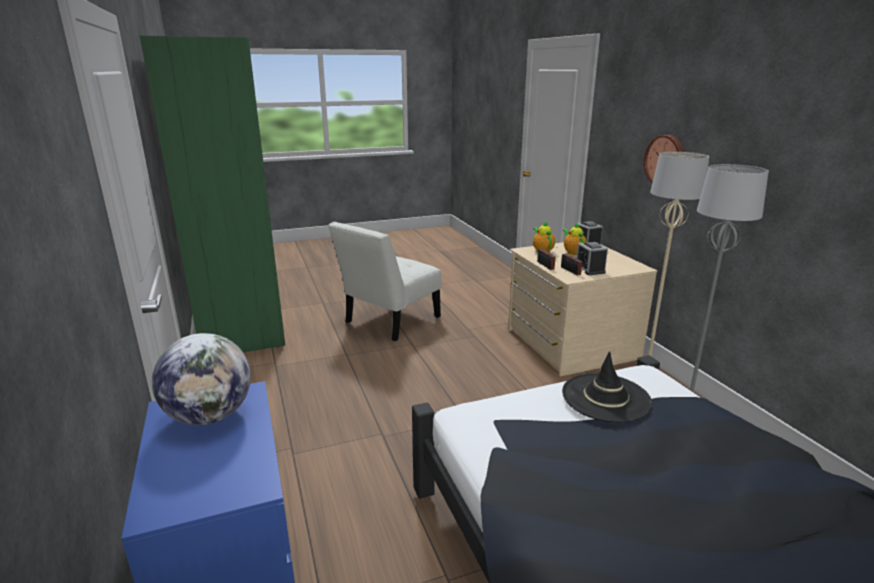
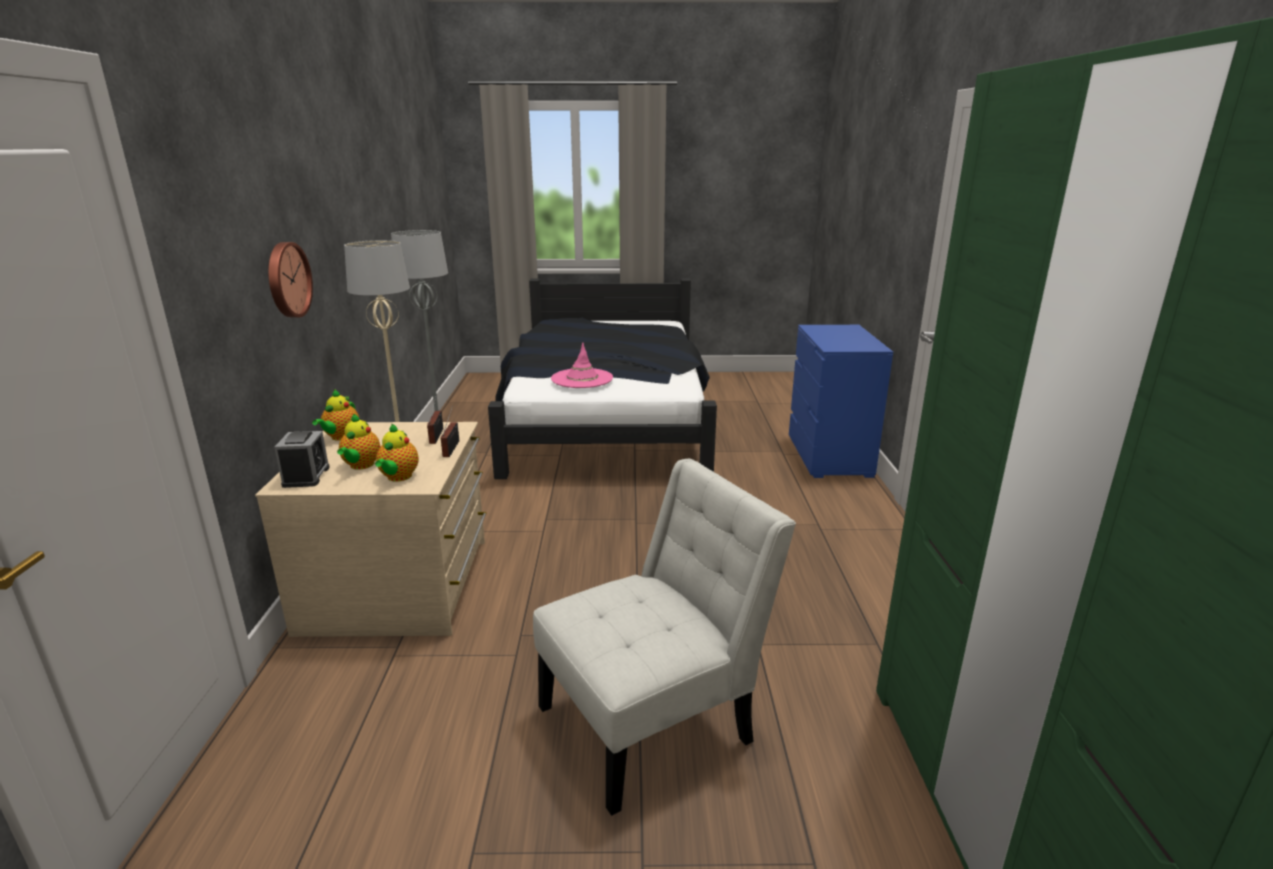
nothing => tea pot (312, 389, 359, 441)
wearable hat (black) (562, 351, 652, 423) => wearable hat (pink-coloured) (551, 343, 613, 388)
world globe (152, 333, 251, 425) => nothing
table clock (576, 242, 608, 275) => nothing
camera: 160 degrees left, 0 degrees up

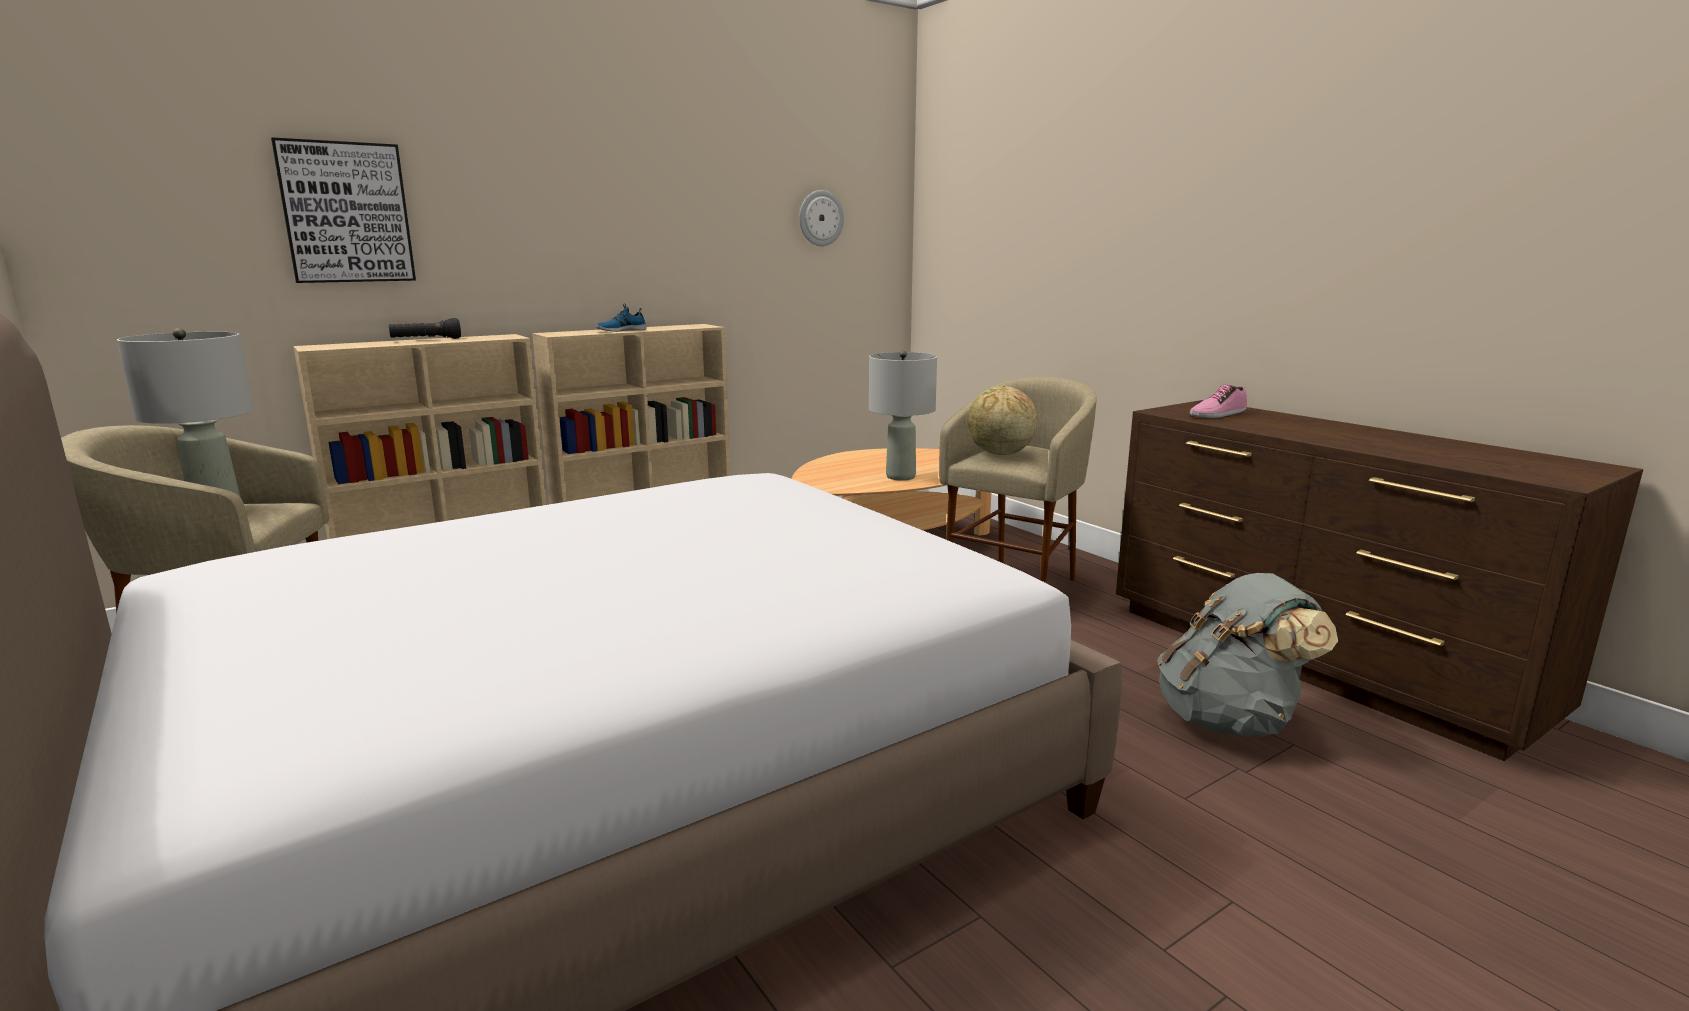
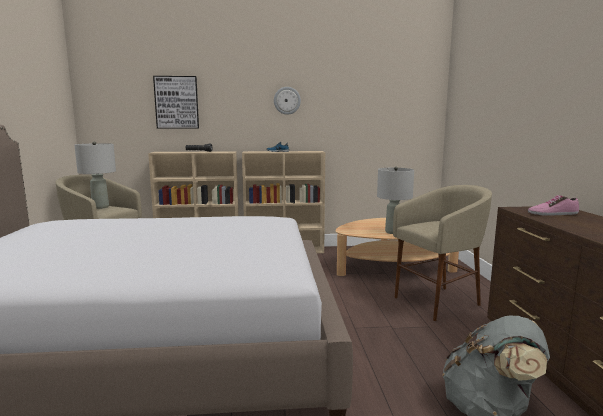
hanging clock (799, 190, 844, 246) => hanging clock (274, 87, 301, 115), move
world globe (967, 386, 1038, 455) => nothing
camera: 30 degrees right, 5 degrees down

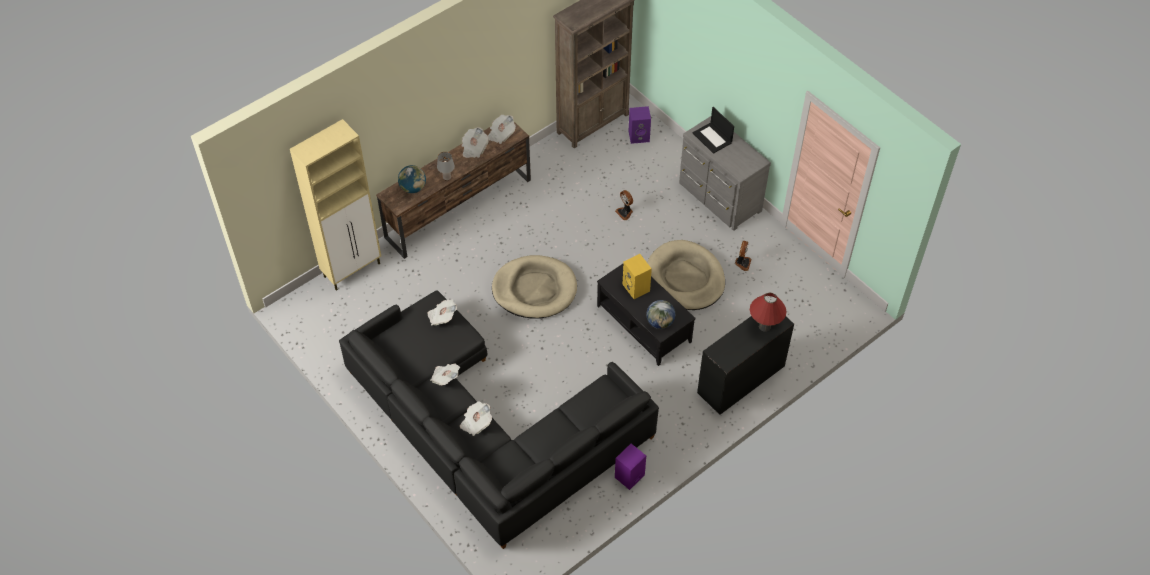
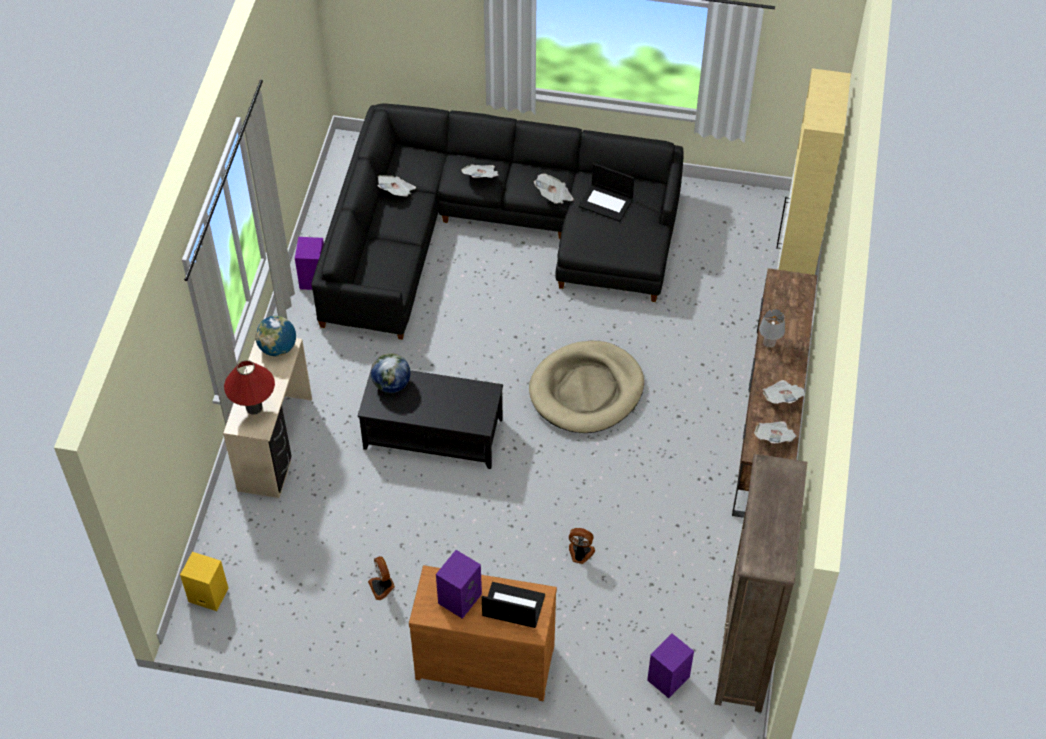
audio speaker (yellowish) (623, 254, 652, 299) => audio speaker (yellowish) (180, 552, 228, 611), move
desk (black) (697, 316, 794, 415) => desk (sand-coloured) (223, 338, 312, 498)
world globe (398, 165, 426, 193) => world globe (255, 316, 296, 356), move
printed paper (427, 300, 457, 326) => printed paper (378, 175, 416, 197), move
chest of drawers (grey) (679, 116, 771, 231) => chest of drawers (brown) (409, 565, 557, 701)
nothing => audio speaker (purple) (436, 550, 482, 619)
nothing => portable computer (579, 163, 634, 222)
dog bed (sand-coloured) (647, 240, 725, 310) => nothing
camera: 140 degrees right, 0 degrees up

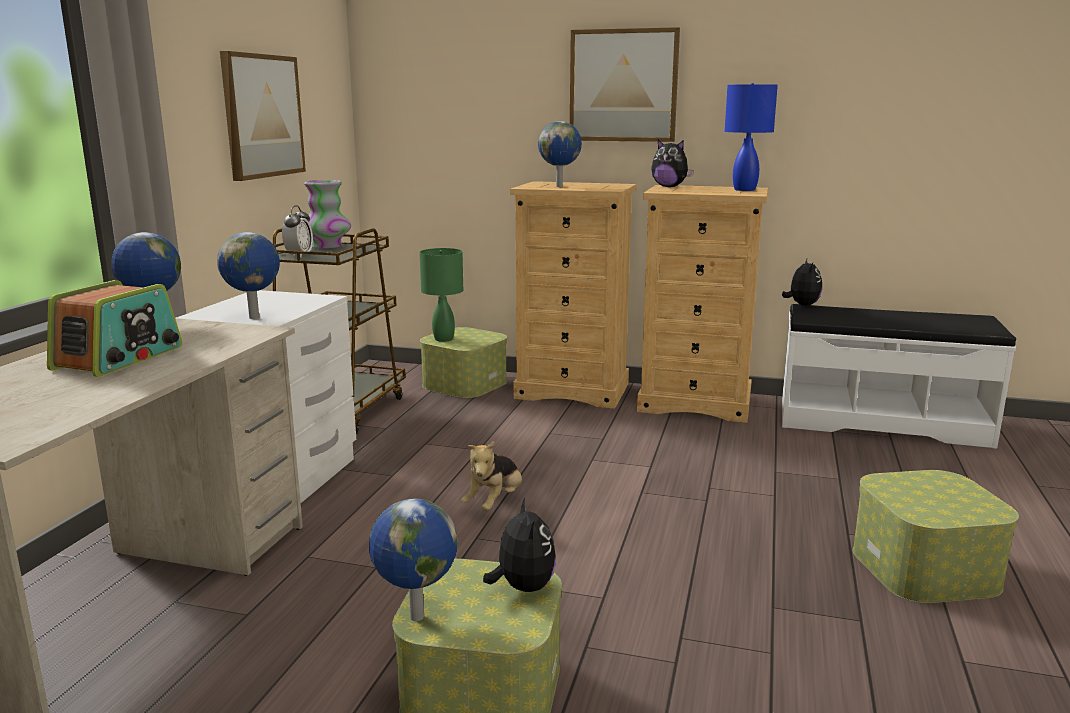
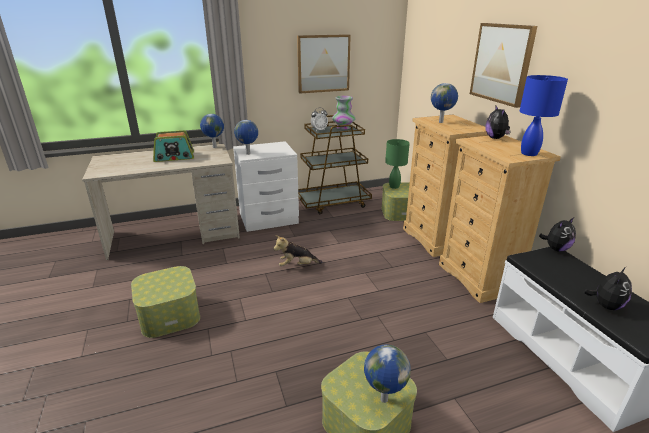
world globe (369, 499, 458, 621) => world globe (364, 344, 411, 403), move
soft toy (483, 498, 556, 592) => soft toy (584, 267, 632, 310), move
camera: 55 degrees right, 10 degrees up

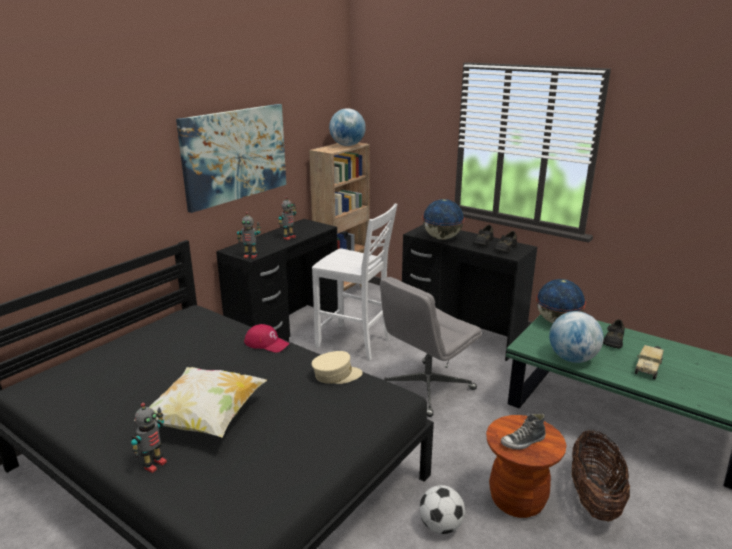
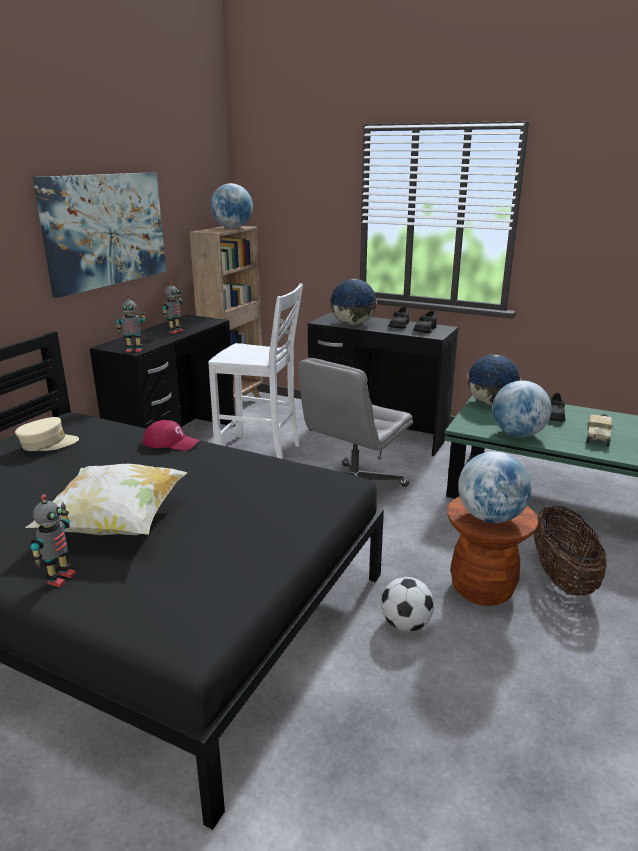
cap (sand-coloured) (312, 351, 363, 384) => cap (sand-coloured) (15, 417, 79, 451), move
item of footwear (501, 413, 546, 450) => world globe (458, 451, 532, 523)
camera: 10 degrees left, 0 degrees up

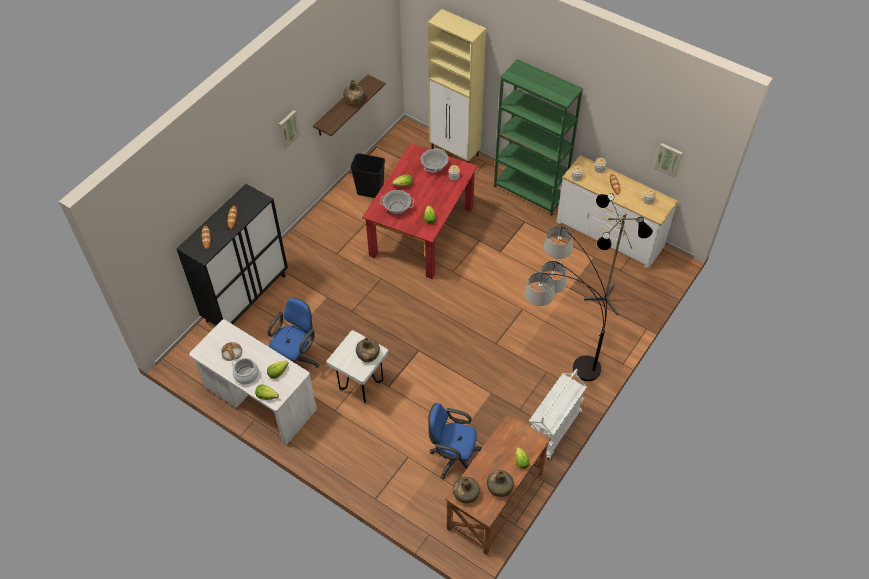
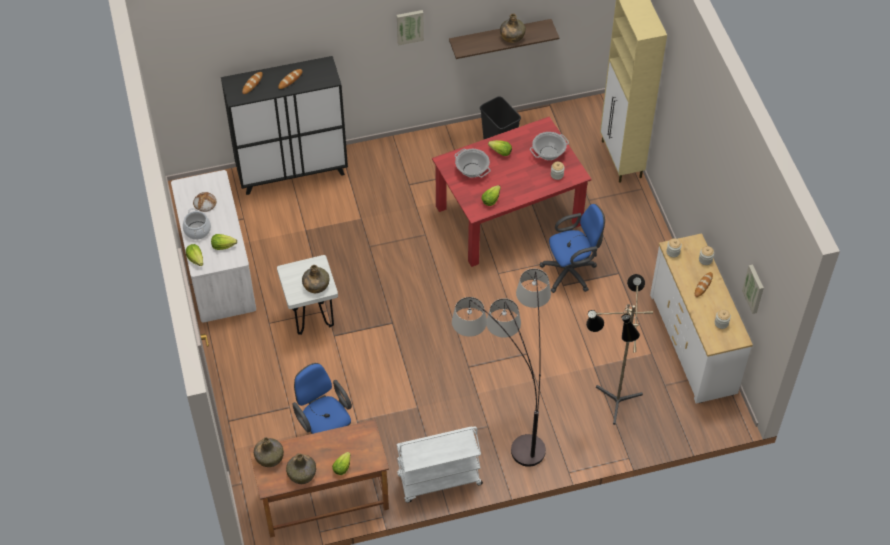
office chair (bluish) (267, 297, 320, 368) => office chair (bluish) (539, 204, 605, 293), move
bookcase (green) (494, 59, 583, 216) => nothing
camera: 40 degrees right, 0 degrees up

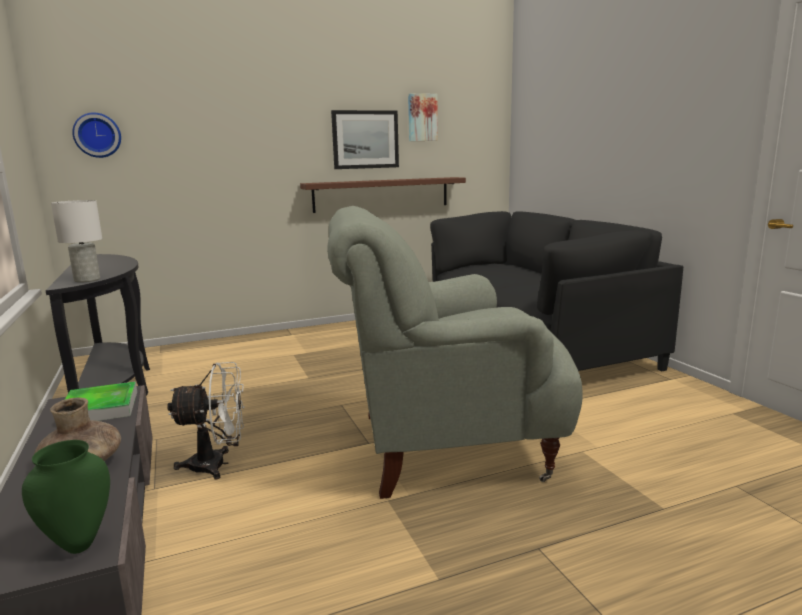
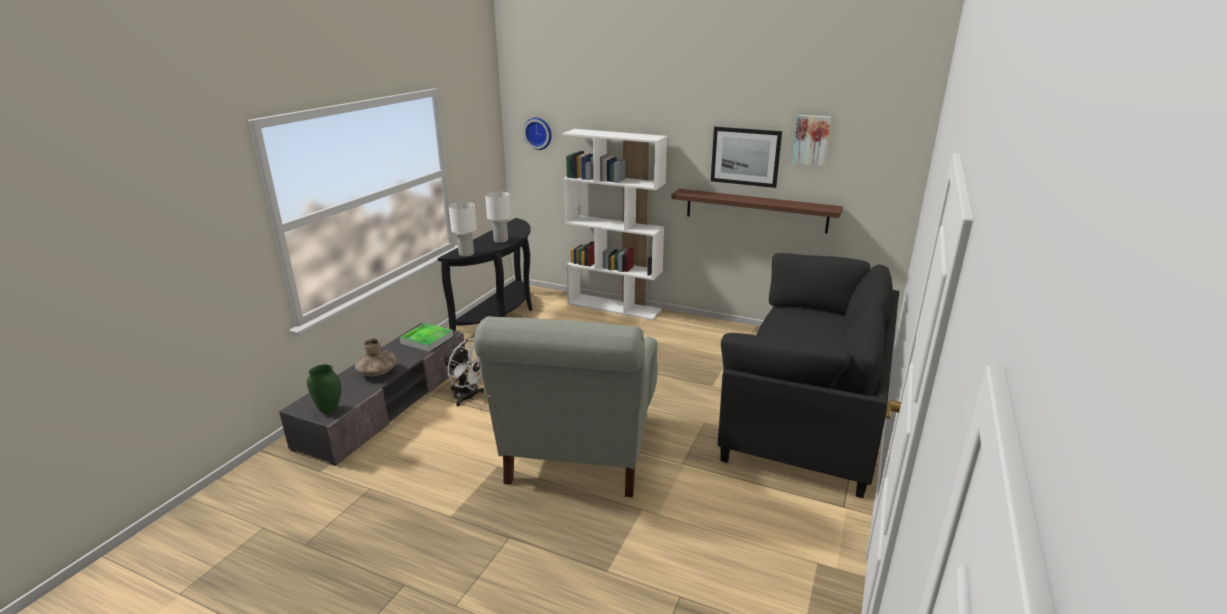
easy chair (grey) (327, 206, 582, 499) => easy chair (grey) (473, 316, 658, 497), 120 degrees counterclockwise
nothing => table lamp (white-coloured) (485, 191, 511, 243)
nothing => bookcase (white-coloured) (562, 129, 667, 320)
camera: 45 degrees right, 10 degrees up

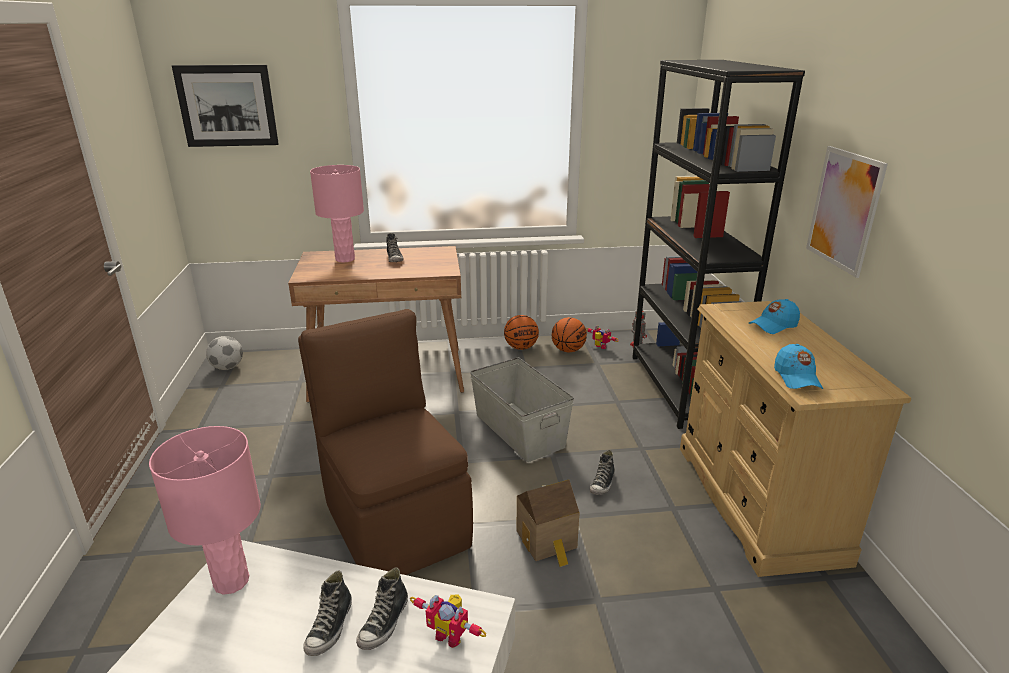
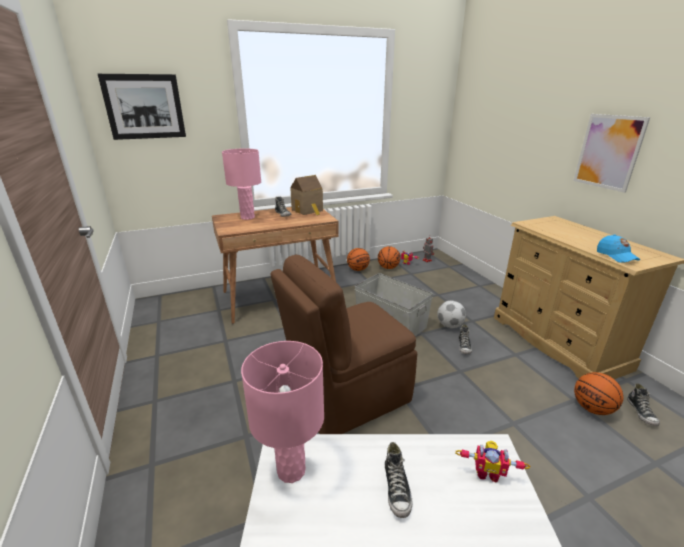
upright chair (brown) (298, 309, 473, 575) => upright chair (brown) (270, 255, 417, 434), 75 degrees counterclockwise
miniature house (516, 480, 579, 567) => miniature house (290, 175, 323, 215), move
football (206, 336, 243, 370) => football (437, 301, 466, 328), move
nothing => ball for basketball (574, 372, 624, 415)
item of footwear (356, 567, 408, 650) => item of footwear (627, 383, 660, 426), move
bookcase (black) (632, 60, 805, 429) => nothing
cap (bluish) (749, 299, 800, 334) => nothing
camera: 15 degrees left, 0 degrees up

